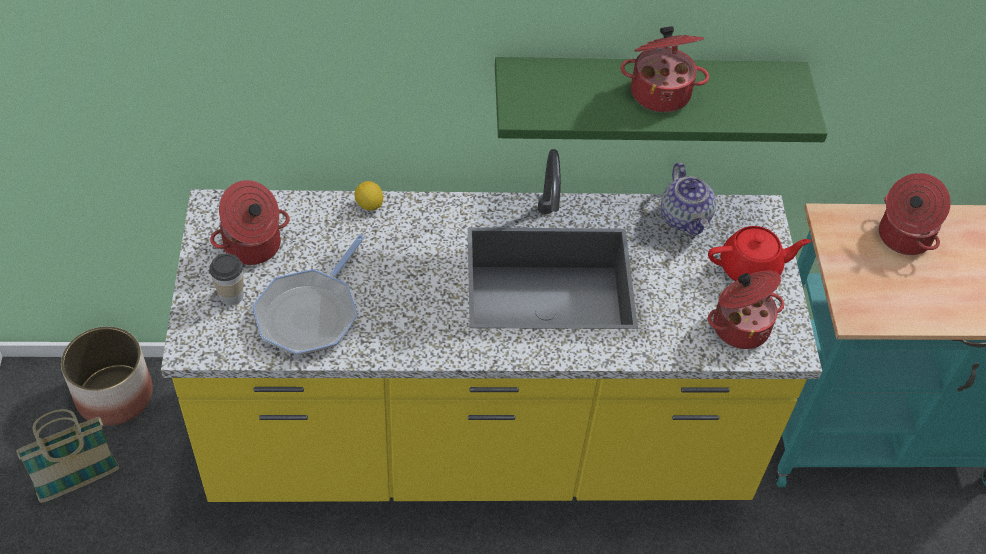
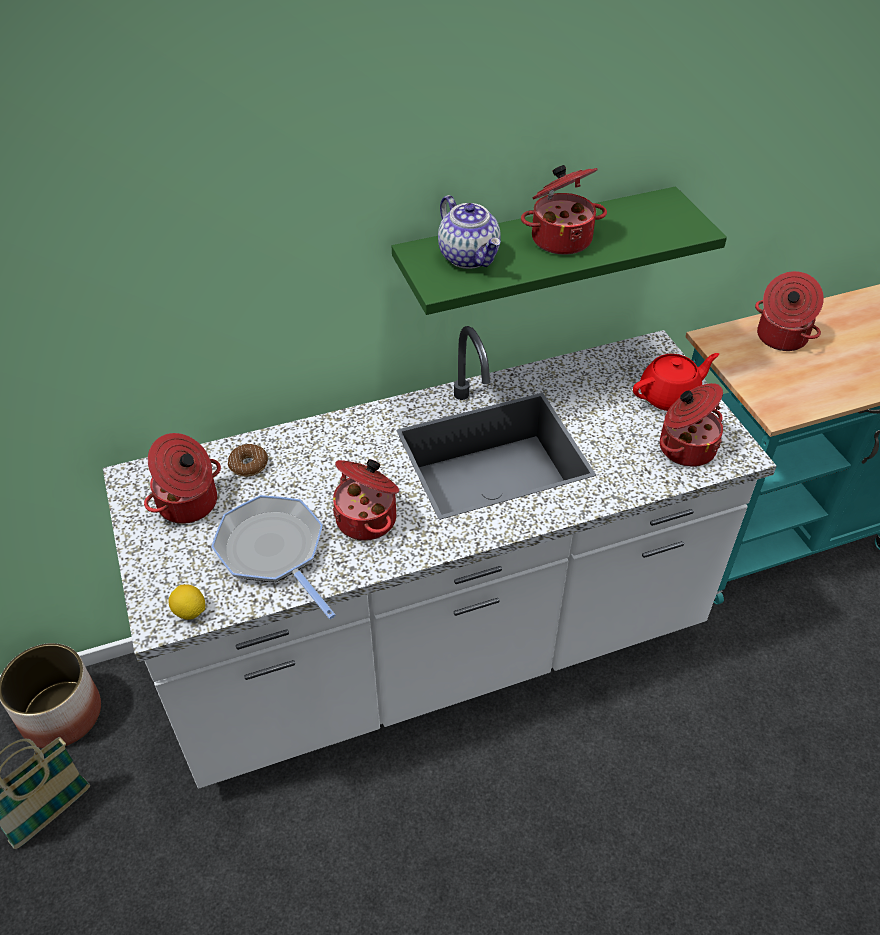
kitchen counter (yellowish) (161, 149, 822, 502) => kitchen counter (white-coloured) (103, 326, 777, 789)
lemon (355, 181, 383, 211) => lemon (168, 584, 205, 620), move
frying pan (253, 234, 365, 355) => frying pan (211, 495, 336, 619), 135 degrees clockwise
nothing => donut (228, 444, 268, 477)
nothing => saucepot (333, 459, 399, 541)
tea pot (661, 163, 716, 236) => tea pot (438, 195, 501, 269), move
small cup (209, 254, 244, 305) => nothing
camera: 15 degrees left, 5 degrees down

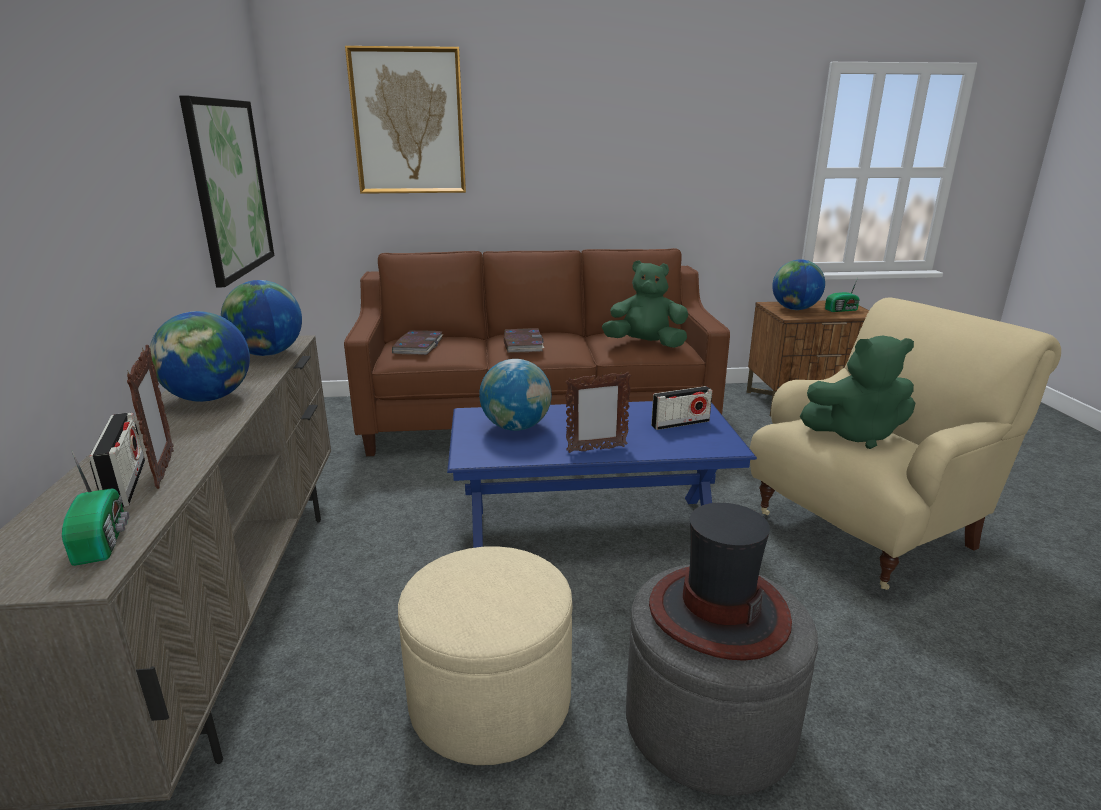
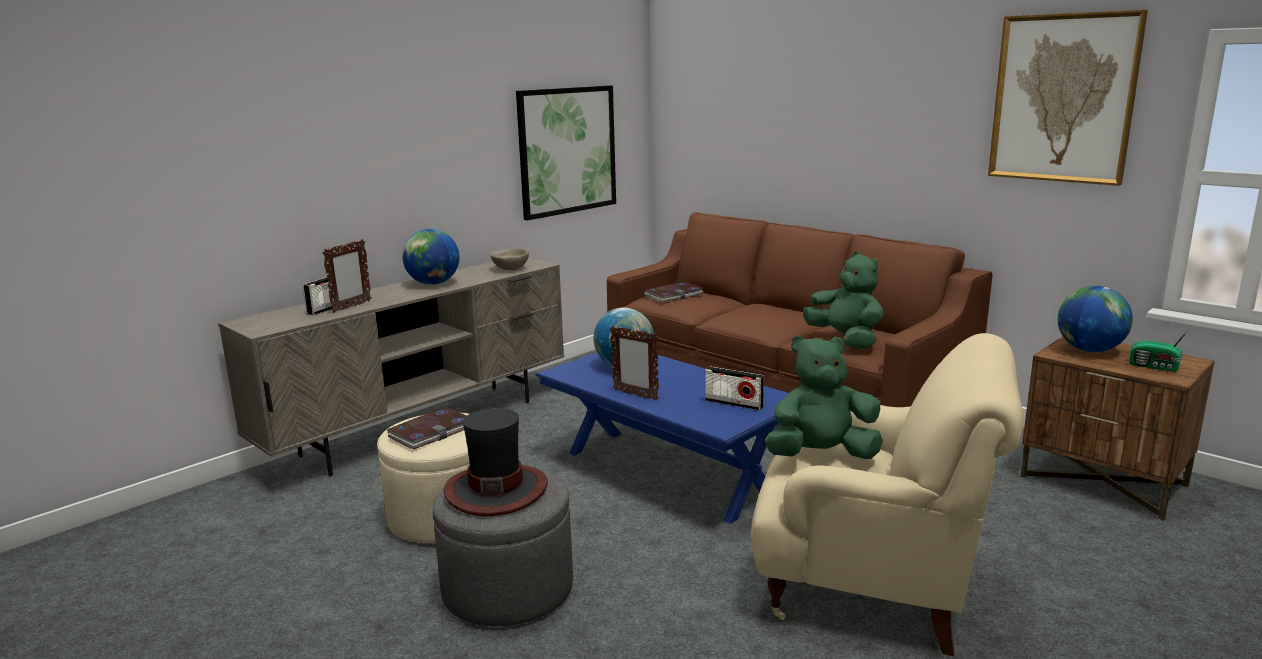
bound book (504, 328, 544, 353) => bound book (387, 408, 467, 449), move
world globe (221, 280, 302, 356) => bowl (sand-coloured) (490, 248, 529, 270)
soft toy (green) (800, 336, 916, 449) => soft toy (green) (765, 336, 883, 459), 120 degrees clockwise
wall picture (345, 46, 466, 194) => wall picture (988, 10, 1148, 186), move
radio set (62, 450, 129, 566) => nothing
camera: 50 degrees right, 5 degrees down

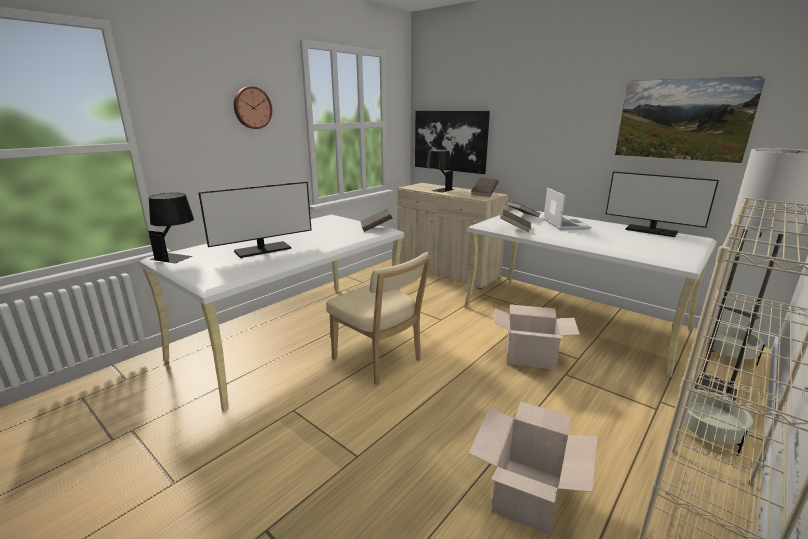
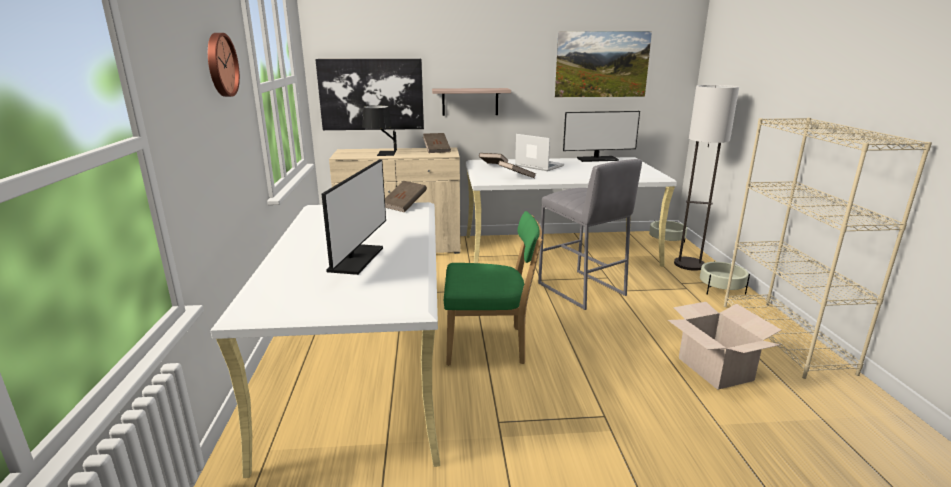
nothing => wall shelf (432, 88, 511, 116)
upright chair (sand-coloured) (327, 252, 431, 385) => upright chair (green) (444, 211, 543, 366)
cardboard box (494, 304, 580, 370) => sitting stool (grey) (538, 159, 642, 310)
table lamp (black) (148, 193, 194, 263) => nothing
camera: 45 degrees left, 0 degrees up

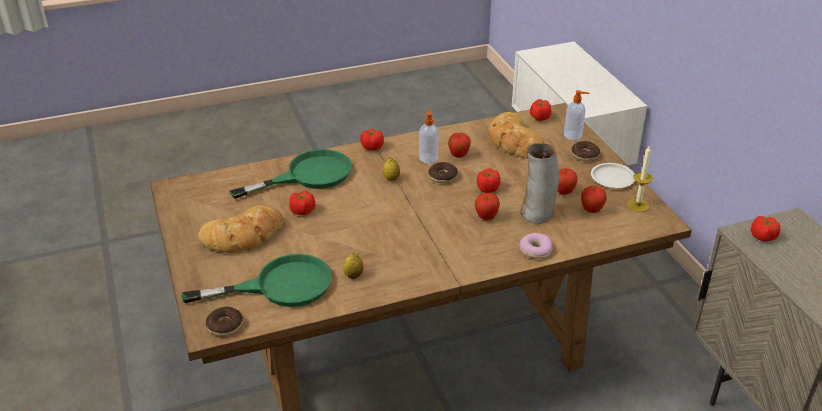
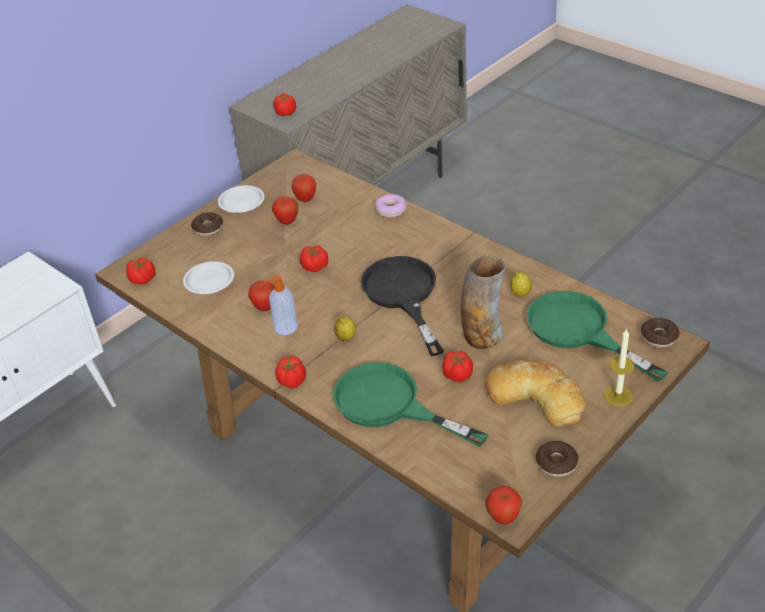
bread (488, 112, 545, 159) => dinner plate (white-coloured) (183, 261, 234, 294)
nothing => frying pan (black) (361, 256, 444, 356)
flower vase (521, 143, 559, 224) => flower vase (461, 255, 506, 349), move
apple fruit (475, 193, 500, 221) => apple fruit (486, 486, 522, 524), move
donut (428, 162, 458, 183) => donut (536, 441, 578, 477), move
candle (627, 146, 653, 212) => candle (604, 328, 635, 407), move
liquid soap bottle (564, 90, 590, 140) => nothing
camera: 115 degrees left, 5 degrees up

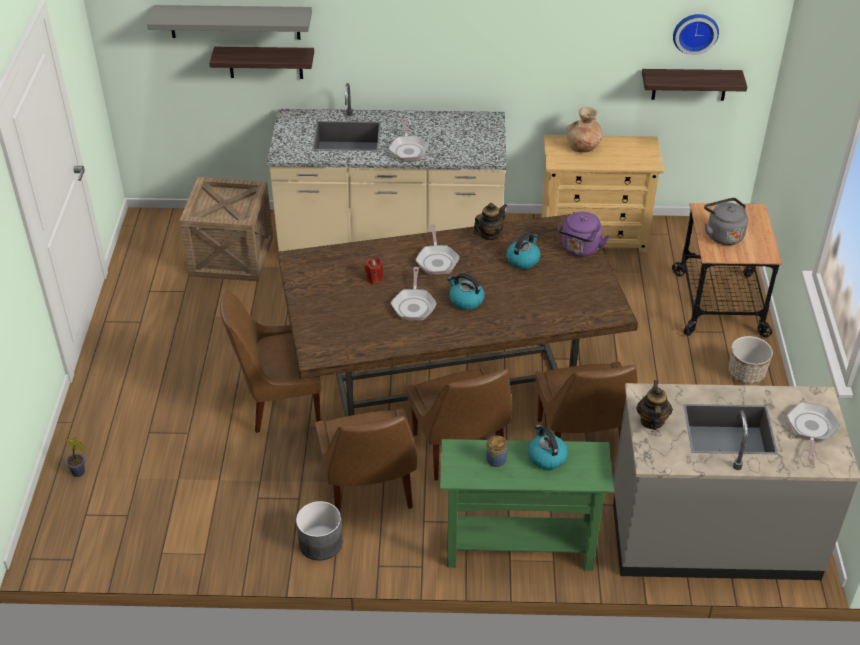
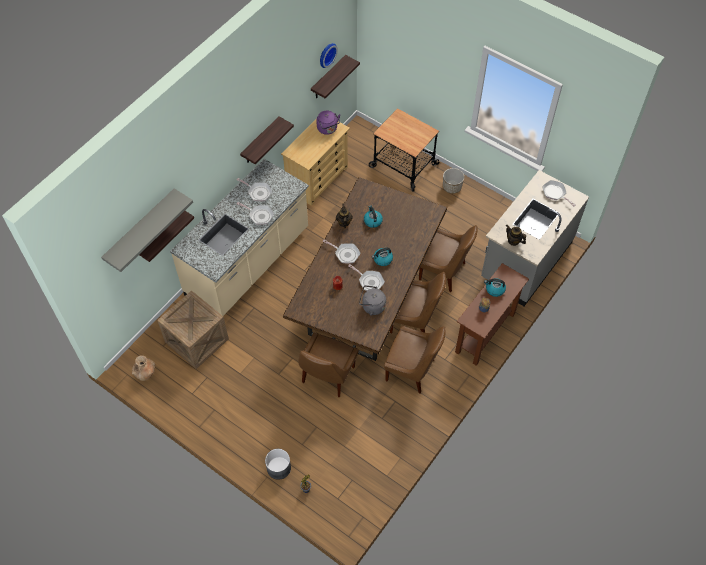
flower vase (brown) (566, 107, 603, 153) => flower vase (brown) (132, 355, 155, 381), move
nothing => frying pan (237, 178, 272, 201)
nothing => wall shelf (240, 116, 294, 164)
flower pot (grey) (296, 501, 343, 561) => flower pot (grey) (265, 449, 291, 480), move
water kettle (purple) (558, 212, 610, 256) => water kettle (purple) (316, 111, 340, 135), move
water kettle (grey) (704, 198, 748, 245) => water kettle (grey) (359, 285, 386, 315), move
narrow table (green) (440, 439, 614, 570) => narrow table (brown) (455, 263, 529, 366)
camera: 55 degrees left, 15 degrees up

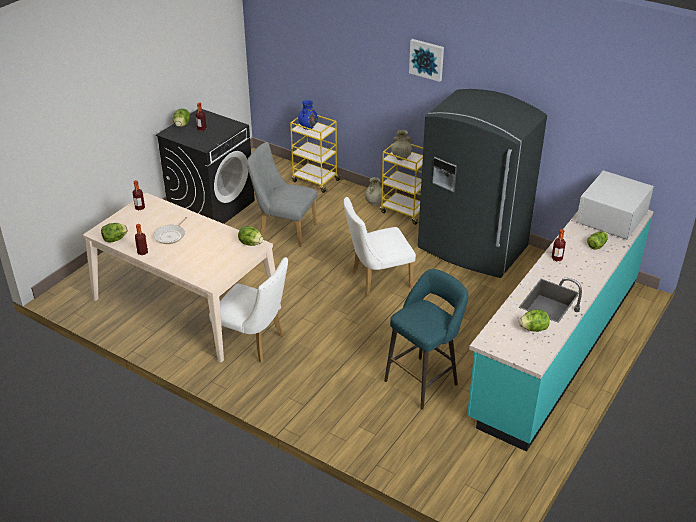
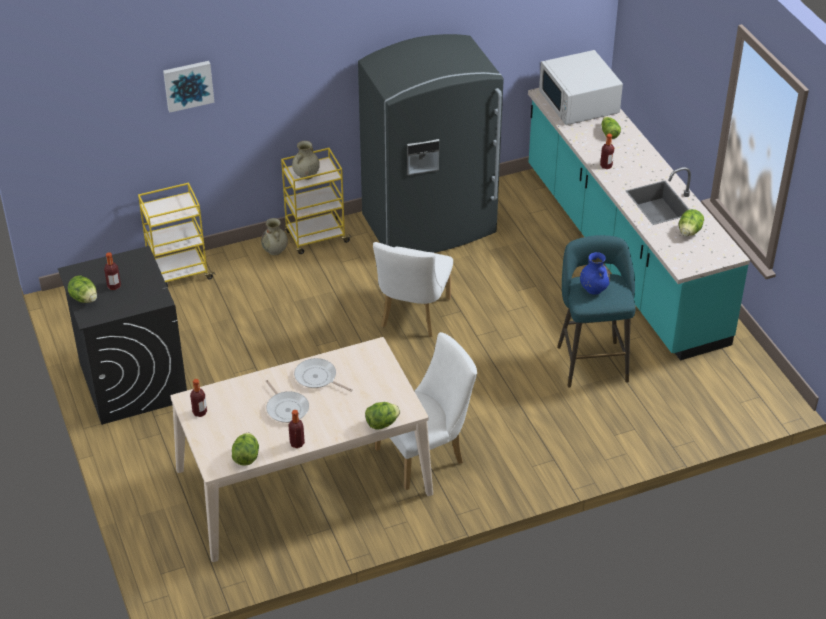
wall picture (409, 39, 444, 82) => wall picture (163, 61, 214, 112), move
nothing => frying pan (294, 358, 353, 392)
head of lettuce (238, 226, 263, 246) => head of lettuce (365, 402, 400, 430), move
flower vase (bluish) (298, 100, 318, 130) => flower vase (bluish) (580, 252, 610, 295), move
upright chair (grey) (247, 142, 317, 247) => nothing
camera: 55 degrees left, 5 degrees up

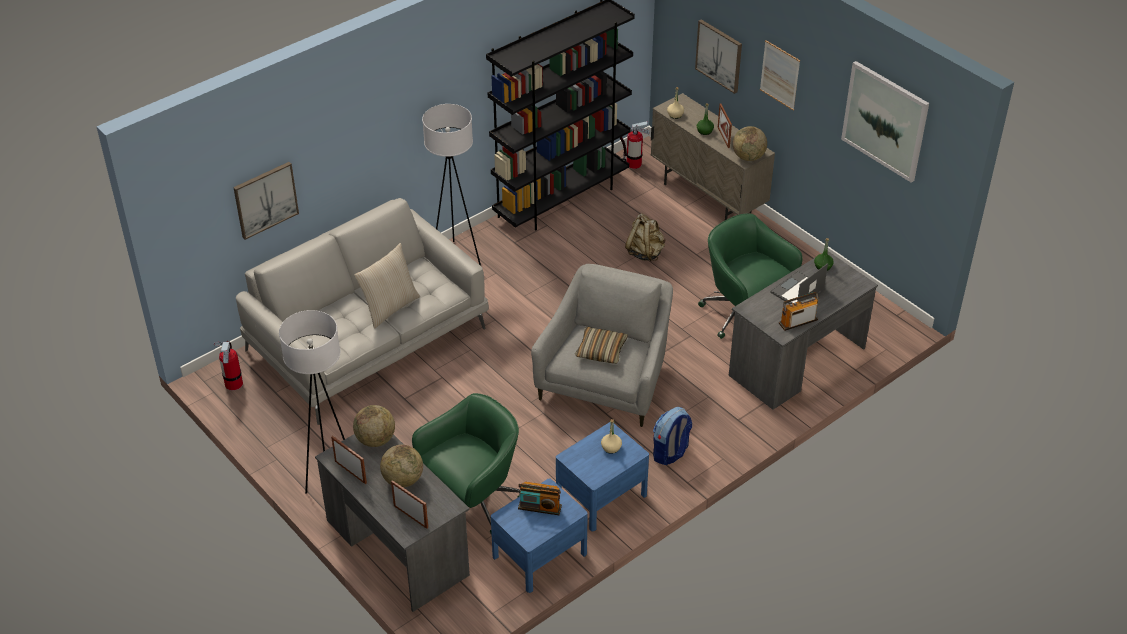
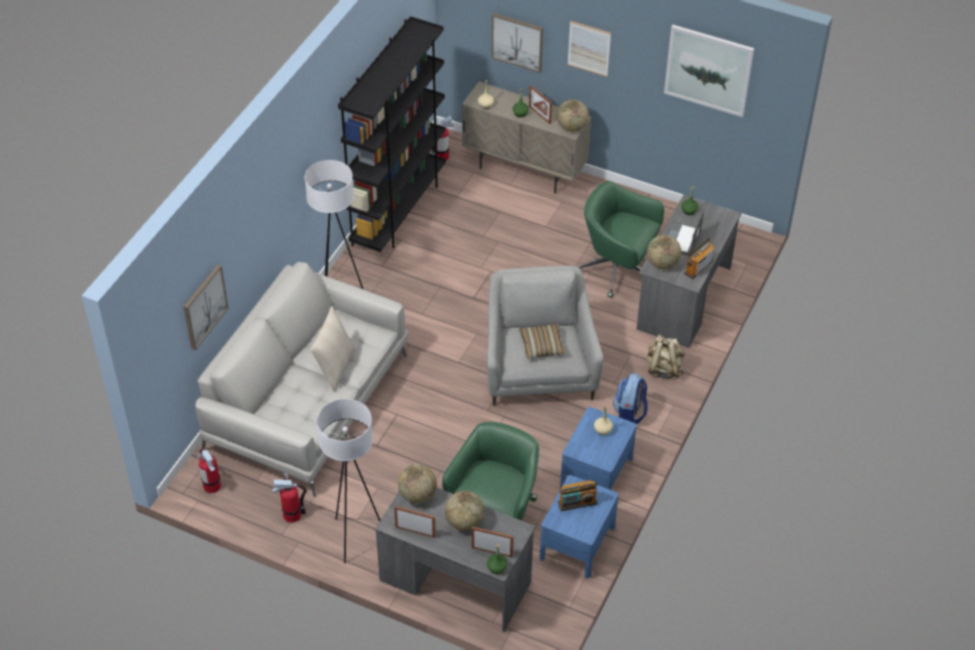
nothing => fire extinguisher (272, 472, 307, 523)
nothing => beverage bottle (green) (487, 544, 508, 574)
nothing => world globe (647, 235, 681, 269)
knapsack (sand-coloured) (625, 214, 665, 262) => knapsack (sand-coloured) (647, 335, 685, 378), move
camera: 25 degrees left, 5 degrees up

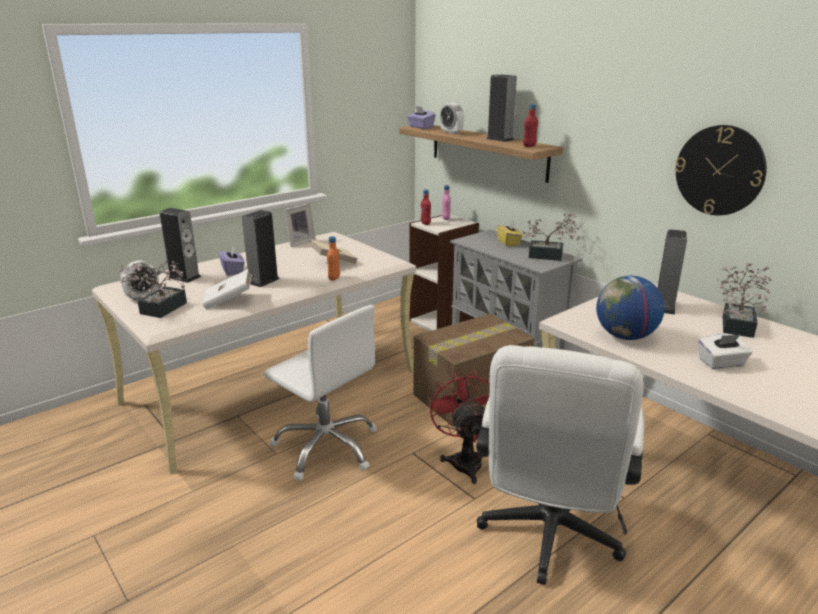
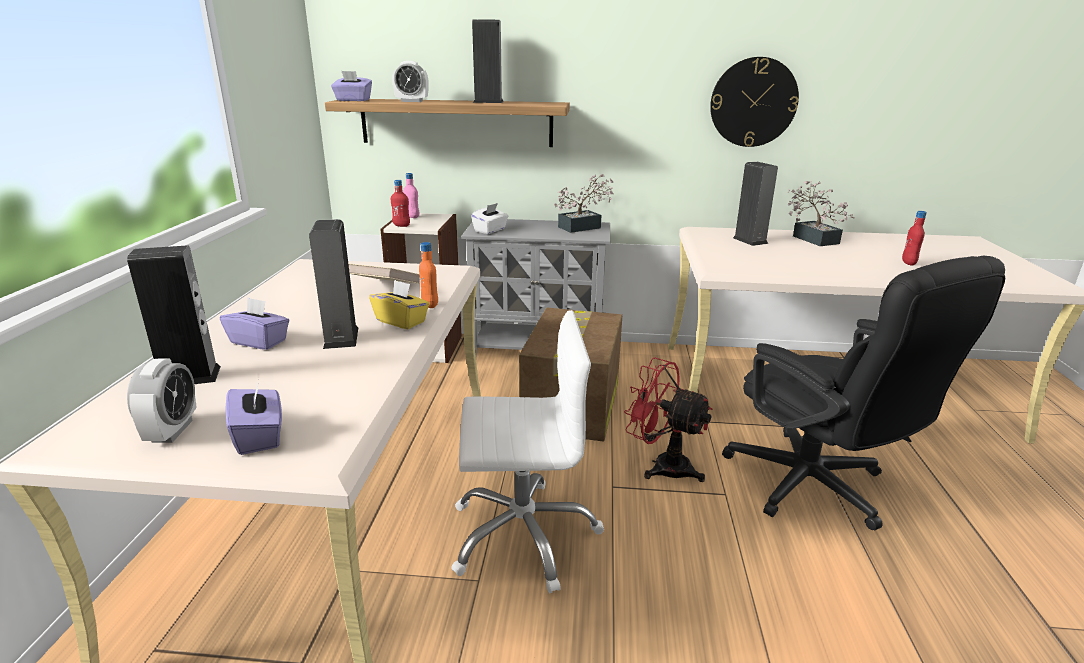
potted plant (120, 260, 187, 318) => box of tissues (purple) (226, 380, 282, 455)
box of tissues (yellowish) (497, 220, 523, 246) => box of tissues (yellowish) (369, 280, 429, 329), move
box of tissues (white-coloured) (698, 334, 752, 369) => box of tissues (white-coloured) (471, 203, 508, 234), move
office chair (white-coloured) (476, 345, 644, 585) => office chair (black) (722, 256, 1005, 530)
beverage bottle (red) (523, 104, 538, 147) => beverage bottle (red) (902, 211, 927, 265), move
bound book (white-coloured) (202, 269, 252, 310) => nothing
standing frame (284, 203, 316, 247) => nothing
world globe (596, 276, 664, 340) => nothing
camera: 45 degrees left, 0 degrees up

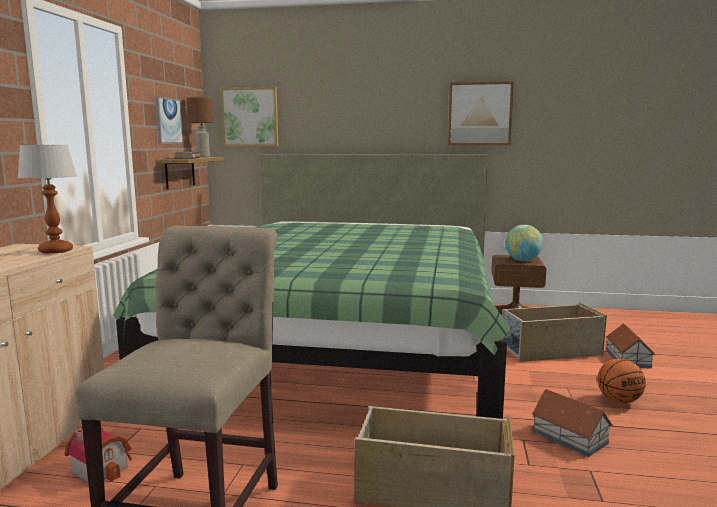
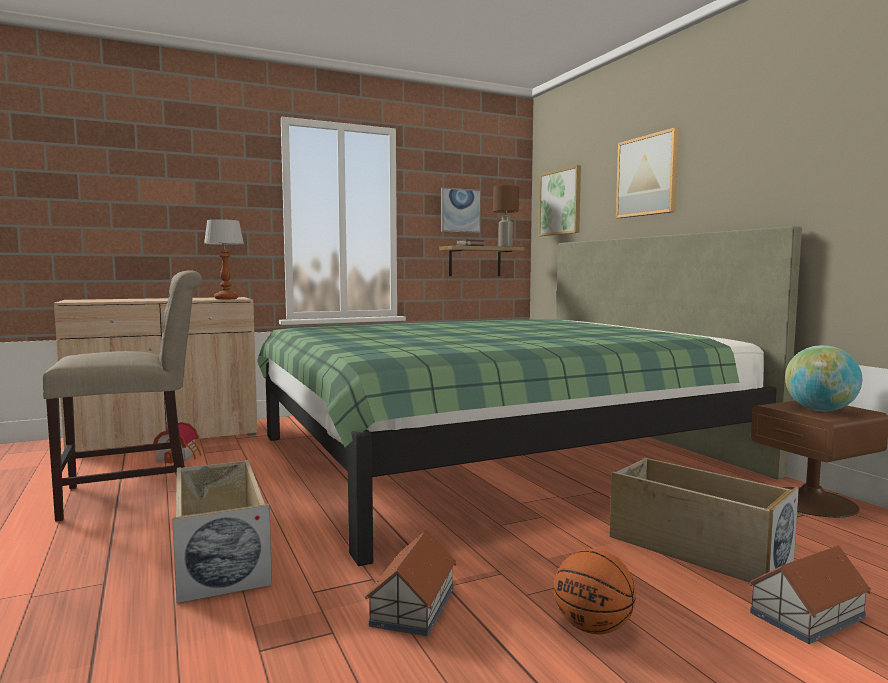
wall picture (448, 81, 514, 145) => wall picture (616, 128, 679, 218), move
camera: 55 degrees right, 5 degrees down

